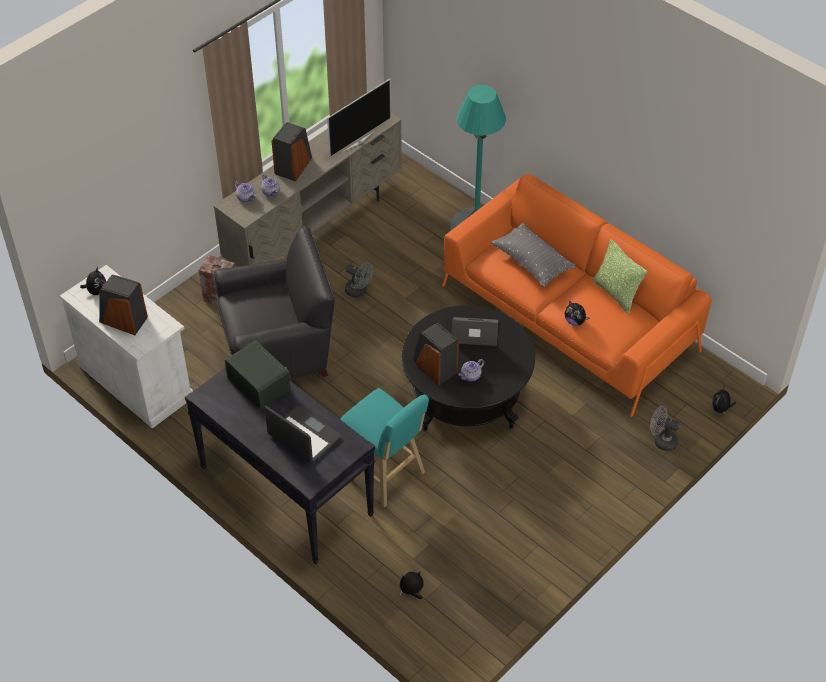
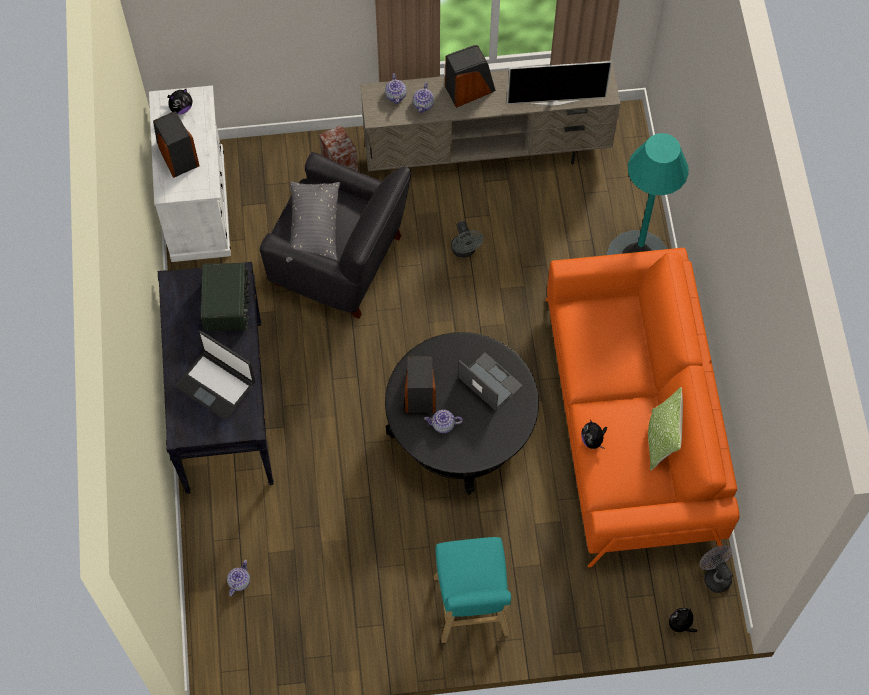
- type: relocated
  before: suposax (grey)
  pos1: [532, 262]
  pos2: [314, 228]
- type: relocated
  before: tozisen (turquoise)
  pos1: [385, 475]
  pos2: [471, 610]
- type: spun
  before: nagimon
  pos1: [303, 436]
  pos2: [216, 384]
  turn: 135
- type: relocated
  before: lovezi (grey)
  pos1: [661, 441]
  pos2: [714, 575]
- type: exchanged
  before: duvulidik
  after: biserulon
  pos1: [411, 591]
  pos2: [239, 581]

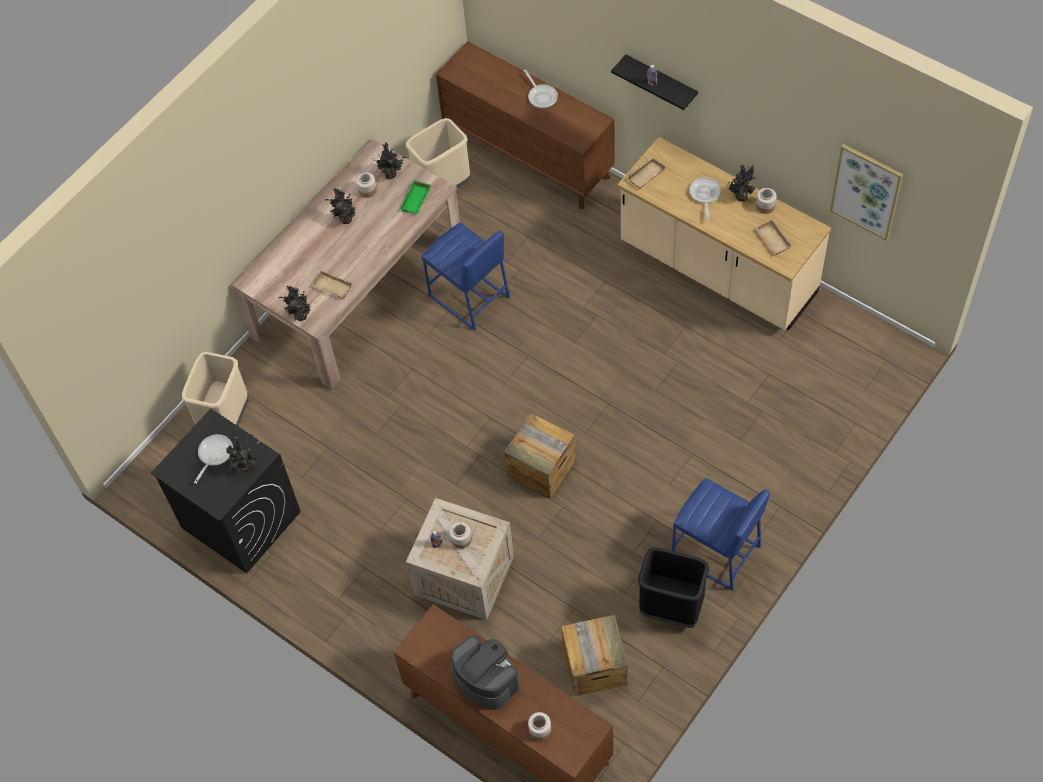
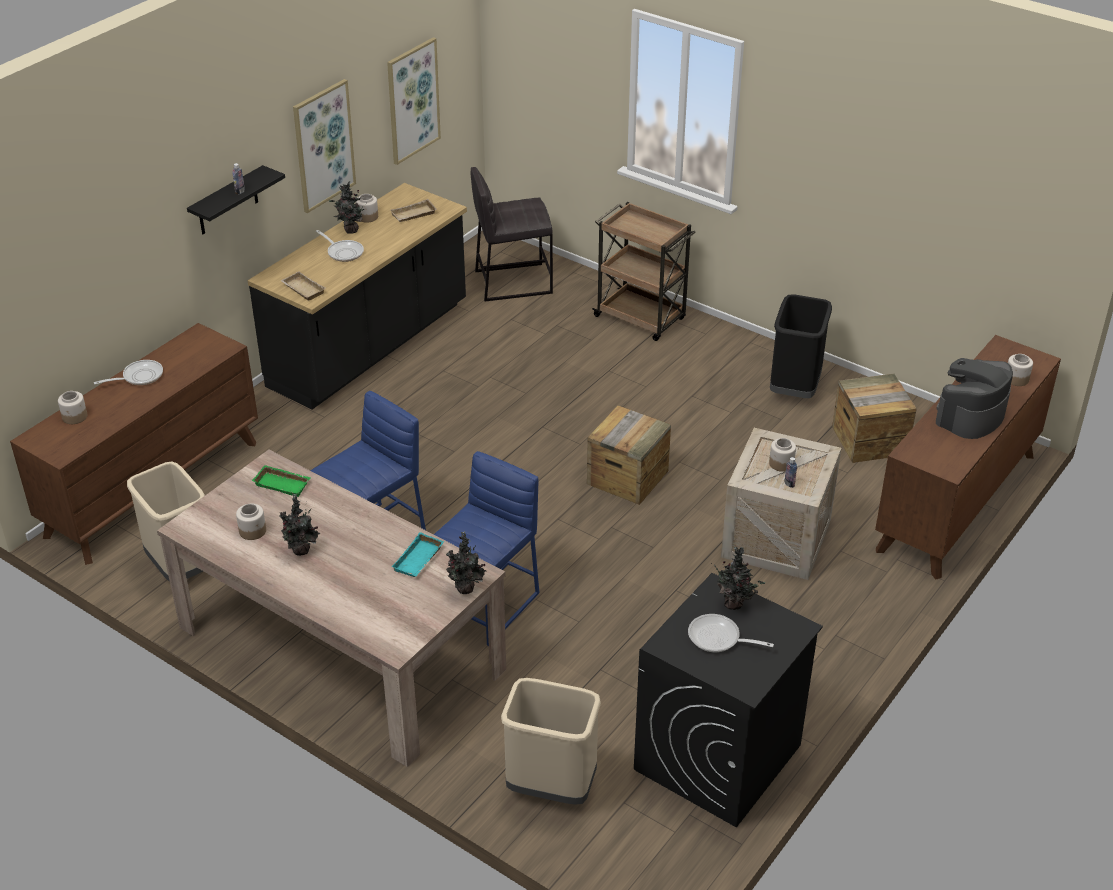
- type: colour
  before: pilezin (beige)
  after: pilezin (black)
  pos1: [717, 270]
  pos2: [370, 347]
- type: missing
  before: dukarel
  pos1: [391, 174]
- type: spun
  before: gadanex
  pos1: [704, 195]
  pos2: [343, 252]
  turn: -135
- type: colour
  before: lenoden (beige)
  after: lenoden (turquoise)
  pos1: [331, 287]
  pos2: [419, 560]
- type: relocated
  before: tozisen (blue)
  pos1: [716, 552]
  pos2: [486, 605]
- type: appeared
  after: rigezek
  pos2: [323, 145]
- type: appeared
  after: tozisen (grey)
  pos2: [512, 281]
- type: appeared
  after: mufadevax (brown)
  pos2: [641, 318]
- type: appeared
  after: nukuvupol
  pos2: [75, 417]

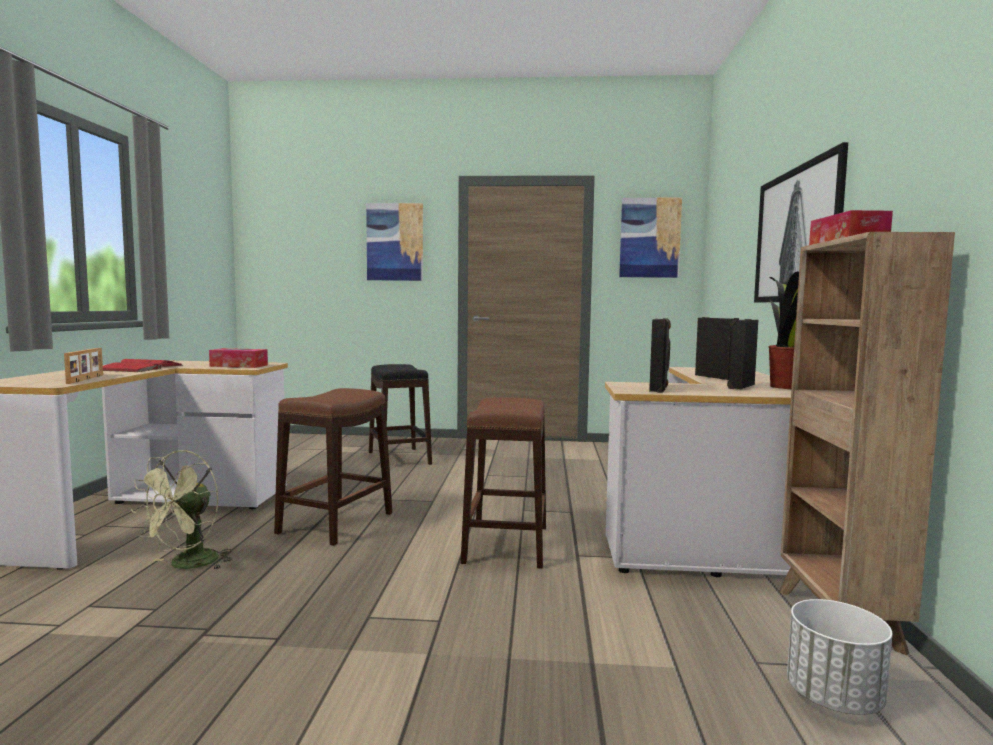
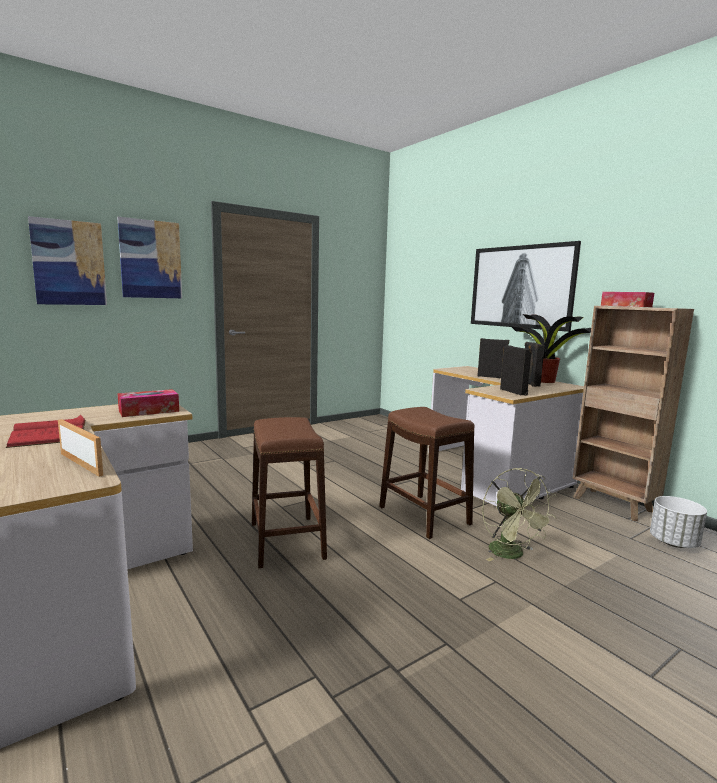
- type: relocated
  before: rigezek
  pos1: [650, 238]
  pos2: [69, 263]
- type: missing
  before: tozisen (black)
  pos1: [399, 458]
- type: relocated
  before: lovezi (green)
  pos1: [187, 565]
  pos2: [512, 555]

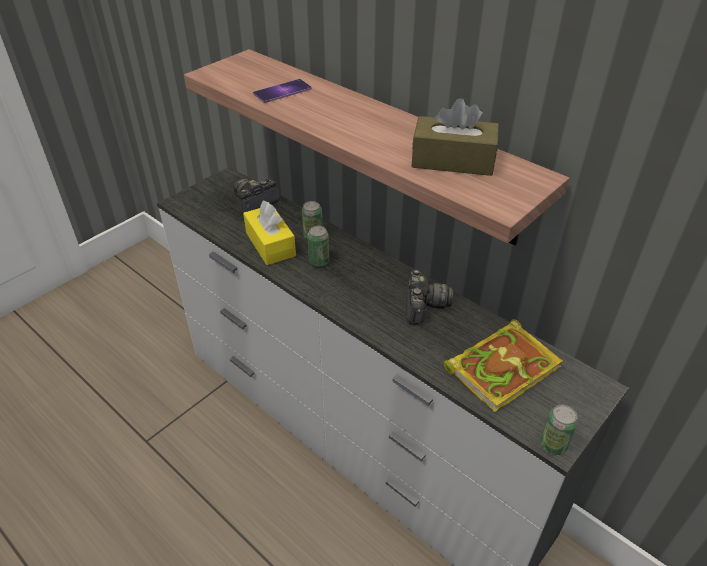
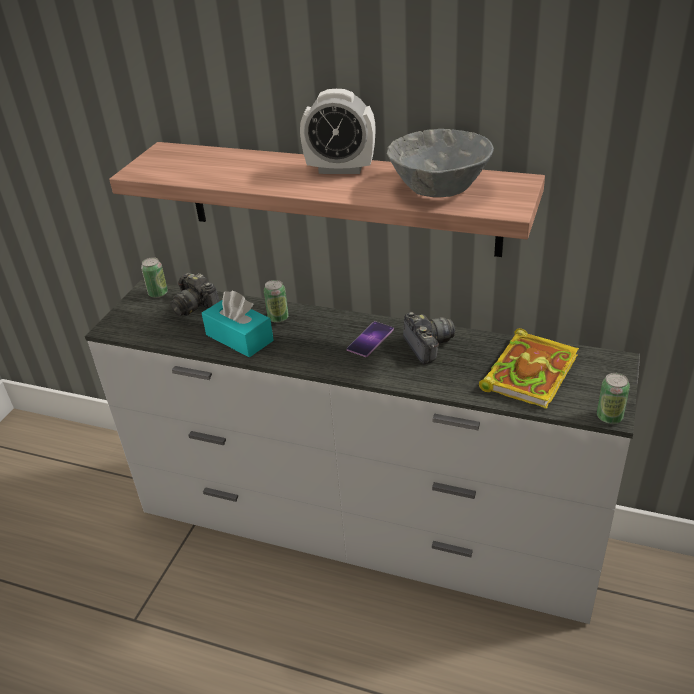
- type: relocated
  before: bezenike
  pos1: [282, 91]
  pos2: [370, 339]
- type: exchanged
  before: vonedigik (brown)
  after: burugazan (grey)
  pos1: [453, 161]
  pos2: [439, 186]
- type: spun
  before: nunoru
  pos1: [255, 203]
  pos2: [195, 305]
  turn: -75
- type: colour
  before: vonedigik (yellow)
  after: vonedigik (turquoise)
  pos1: [270, 244]
  pos2: [239, 338]
- type: relocated
  before: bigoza
  pos1: [319, 261]
  pos2: [158, 293]
- type: appeared
  after: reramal
  pos2: [340, 169]

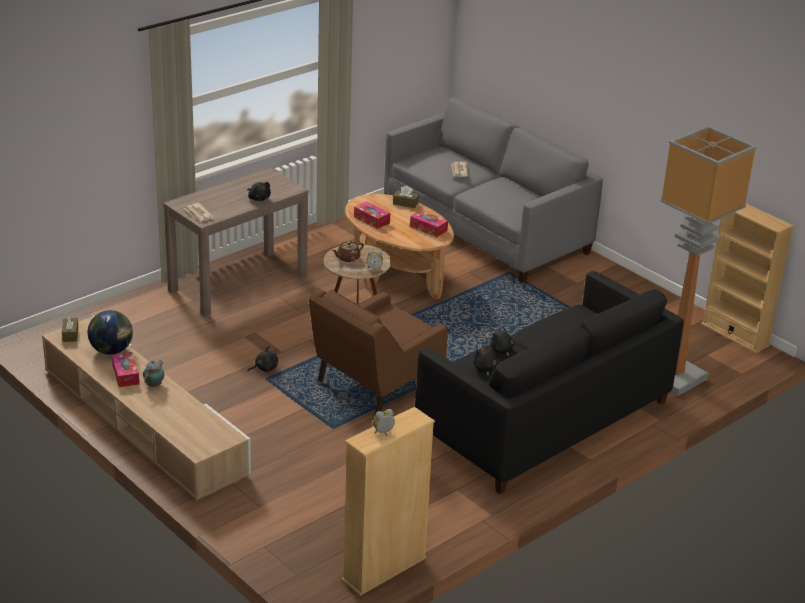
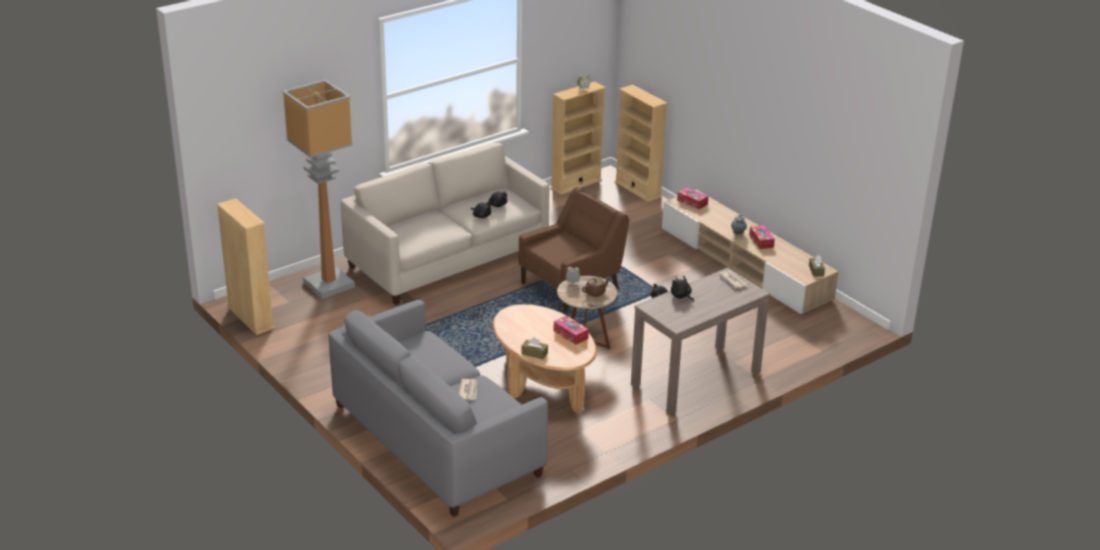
- type: relocated
  before: vonedigik
  pos1: [428, 228]
  pos2: [692, 202]
- type: colour
  before: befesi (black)
  after: befesi (beige)
  pos1: [544, 419]
  pos2: [448, 258]
- type: missing
  before: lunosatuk
  pos1: [111, 350]
- type: appeared
  after: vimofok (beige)
  pos2: [638, 189]

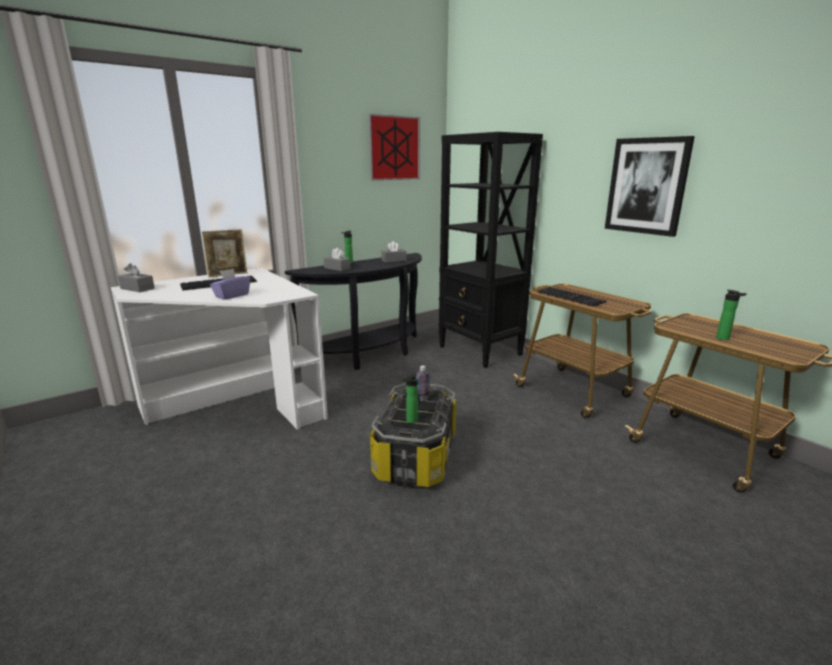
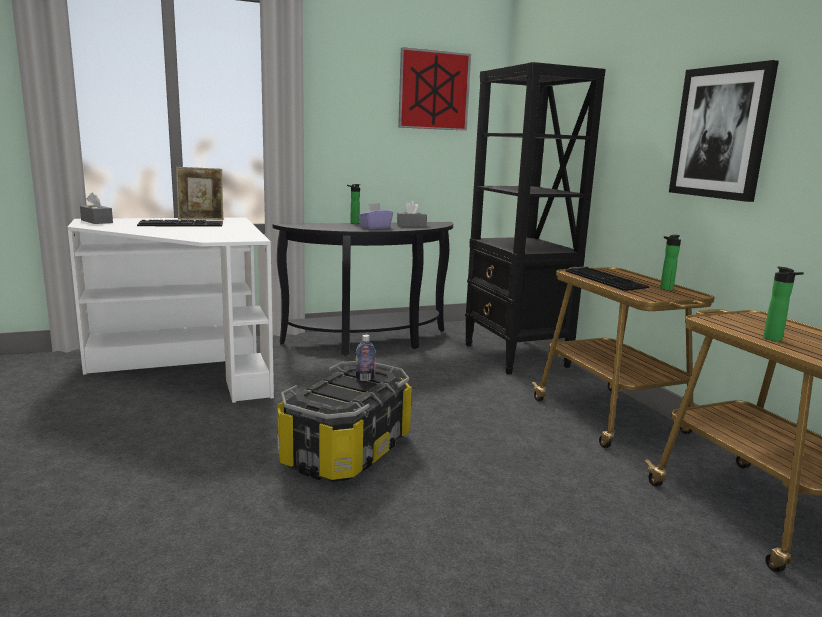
- type: missing
  before: vonedigik (grey)
  pos1: [337, 268]
- type: relocated
  before: vonedigik (purple)
  pos1: [232, 295]
  pos2: [375, 227]
- type: relocated
  before: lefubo
  pos1: [410, 421]
  pos2: [665, 289]

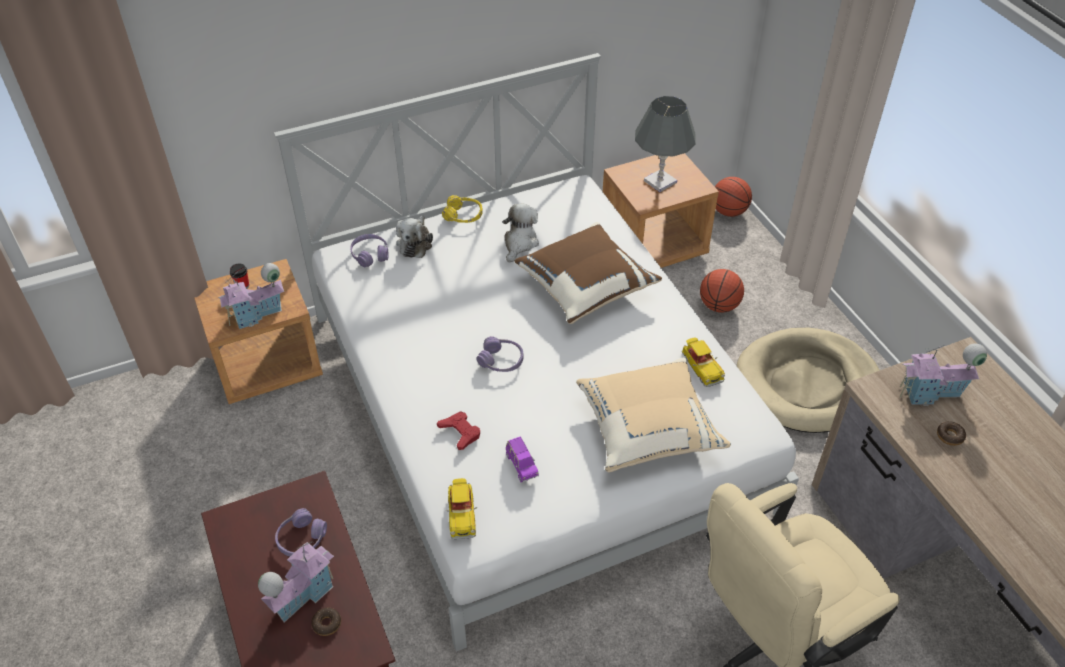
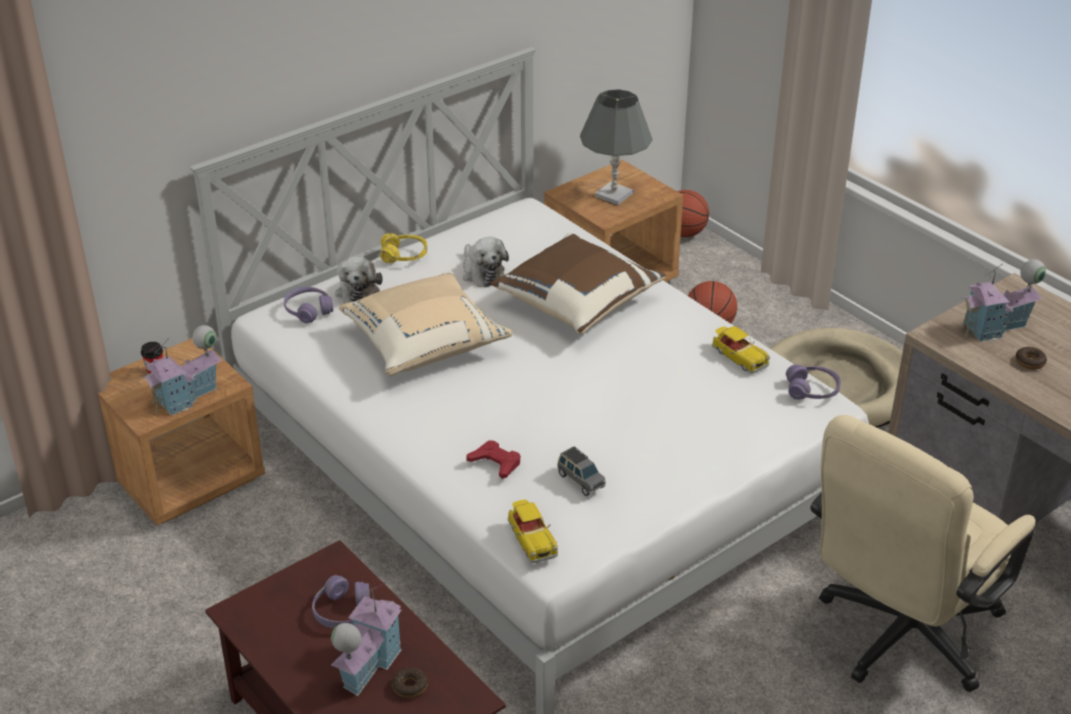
- type: spun
  before: duvulidik
  pos1: [519, 243]
  pos2: [482, 272]
  turn: 150
- type: relocated
  before: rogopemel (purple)
  pos1: [501, 361]
  pos2: [812, 390]
- type: relocated
  before: suposax (beige)
  pos1: [647, 428]
  pos2: [424, 343]
- type: colour
  before: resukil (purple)
  after: resukil (grey)
  pos1: [521, 465]
  pos2: [580, 480]

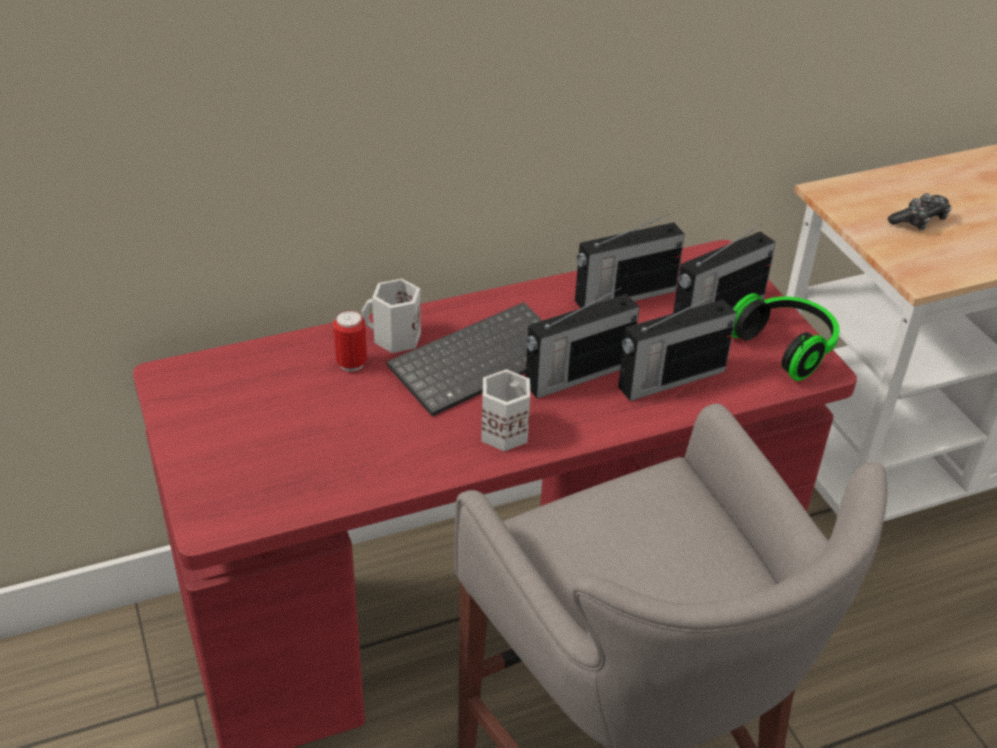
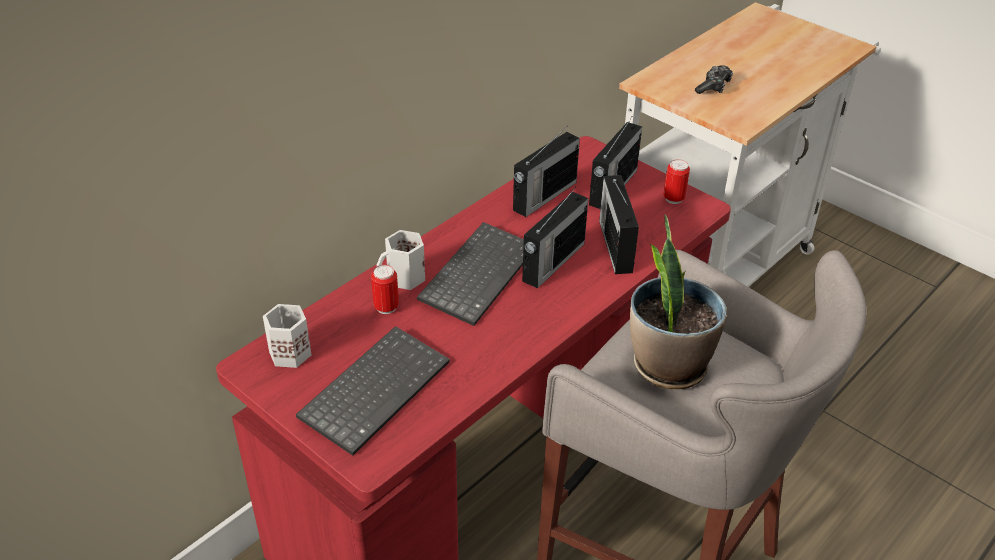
- type: spun
  before: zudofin
  pos1: [669, 379]
  pos2: [615, 245]
  turn: 135
- type: exchanged
  before: rogopemel
  after: bigoza
  pos1: [786, 347]
  pos2: [673, 199]
- type: relocated
  before: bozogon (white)
  pos1: [504, 430]
  pos2: [289, 352]
- type: appeared
  after: dukarel
  pos2: [668, 365]
- type: appeared
  after: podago
  pos2: [374, 388]

